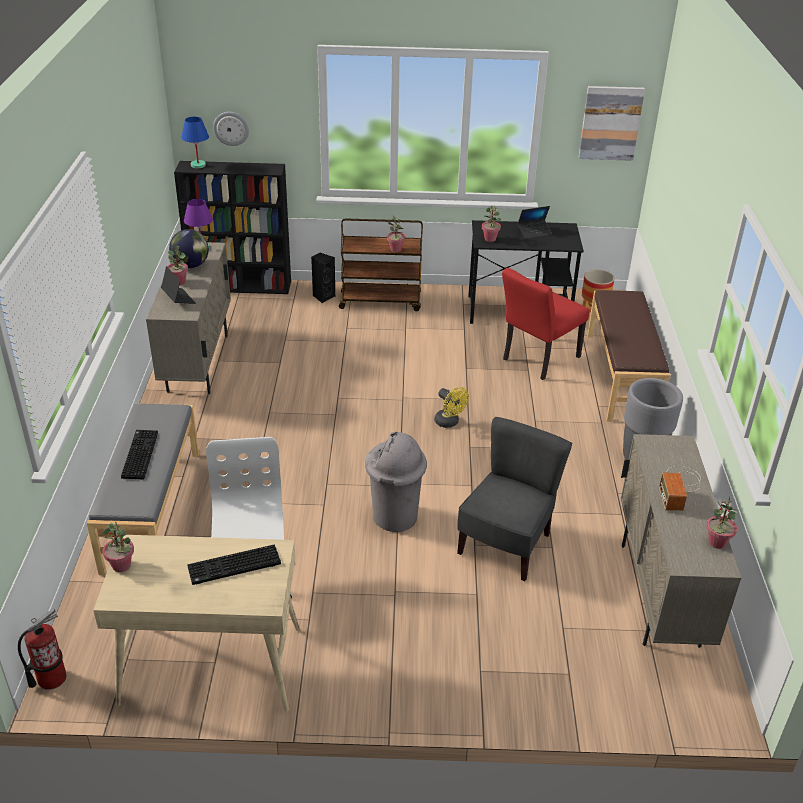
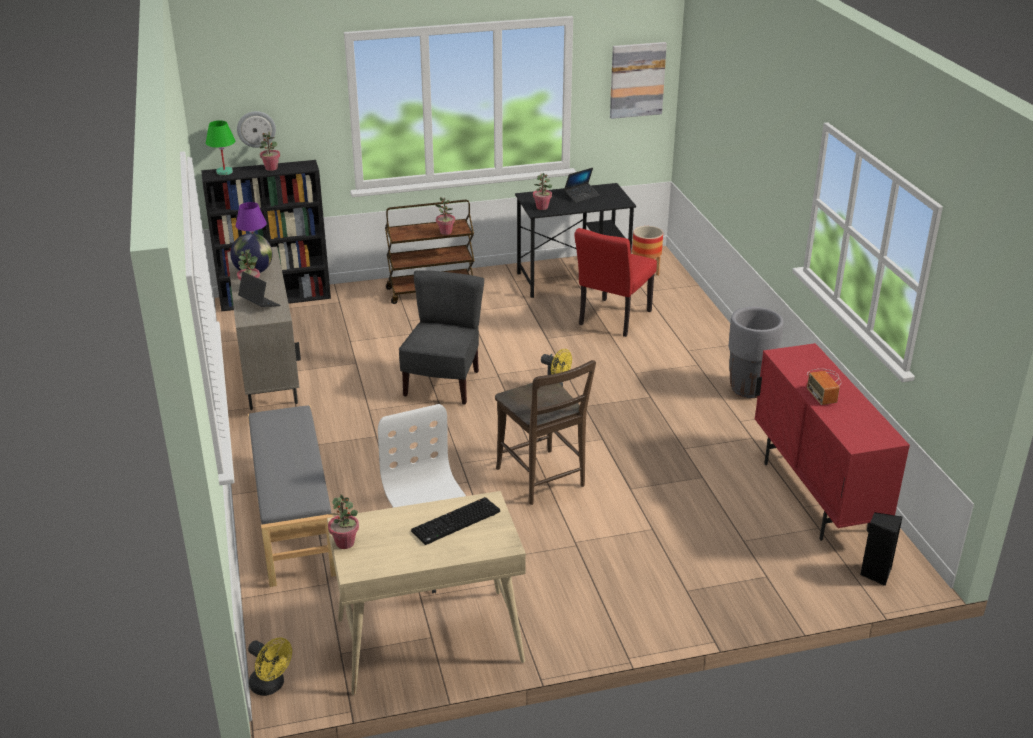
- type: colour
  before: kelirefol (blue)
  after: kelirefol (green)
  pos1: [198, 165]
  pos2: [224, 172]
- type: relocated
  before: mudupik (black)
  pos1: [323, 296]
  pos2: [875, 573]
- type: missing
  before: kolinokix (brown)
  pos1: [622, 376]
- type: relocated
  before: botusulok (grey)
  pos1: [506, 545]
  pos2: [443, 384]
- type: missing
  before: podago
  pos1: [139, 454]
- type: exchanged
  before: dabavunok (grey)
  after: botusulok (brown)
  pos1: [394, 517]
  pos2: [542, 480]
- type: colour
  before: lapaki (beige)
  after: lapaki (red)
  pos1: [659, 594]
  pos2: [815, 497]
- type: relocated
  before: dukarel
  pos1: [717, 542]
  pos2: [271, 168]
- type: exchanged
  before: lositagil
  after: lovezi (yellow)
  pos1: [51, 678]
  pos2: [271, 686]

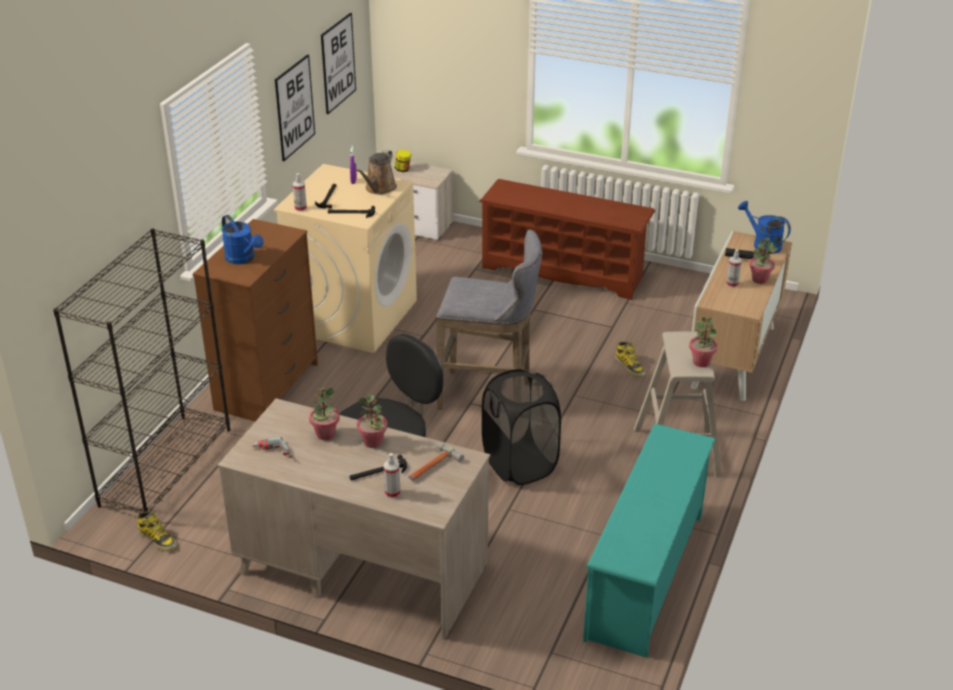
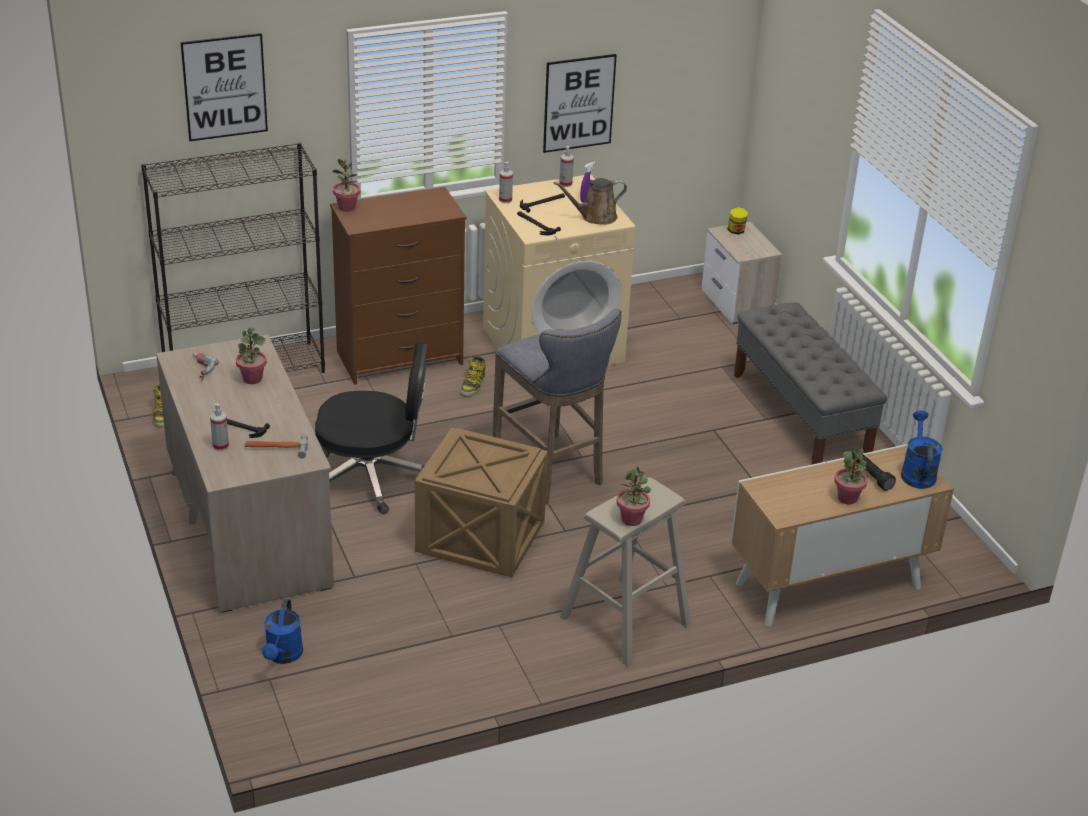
- type: relocated
  before: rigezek
  pos1: [338, 63]
  pos2: [224, 87]
- type: exchanged
  before: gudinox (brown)
  after: kolinokix (grey)
  pos1: [564, 271]
  pos2: [801, 416]
- type: relocated
  before: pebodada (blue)
  pos1: [243, 259]
  pos2: [283, 656]
- type: relocated
  before: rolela
  pos1: [732, 284]
  pos2: [565, 184]
- type: relocated
  before: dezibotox
  pos1: [630, 366]
  pos2: [473, 385]
- type: exchanged
  before: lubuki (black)
  after: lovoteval
  pos1: [520, 464]
  pos2: [482, 538]
- type: relocated
  before: dukarel
  pos1: [373, 442]
  pos2: [347, 208]
- type: missing
  before: gudinox (turquoise)
  pos1: [647, 576]

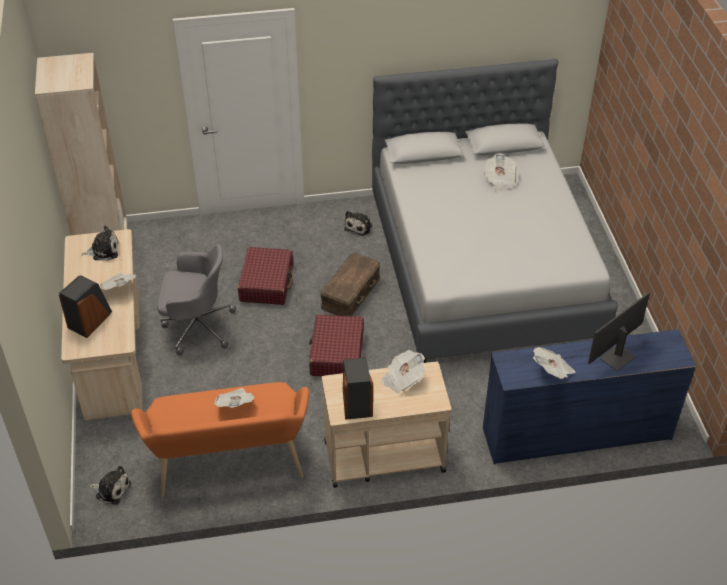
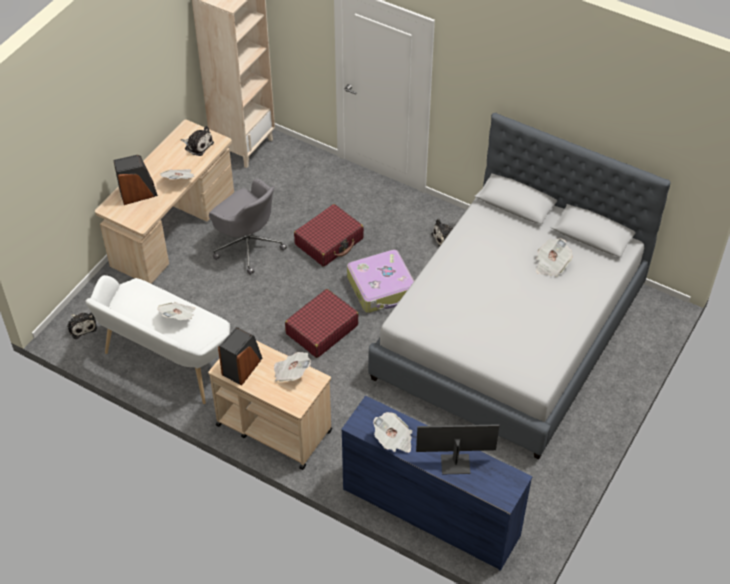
- type: exchanged
  before: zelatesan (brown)
  after: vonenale
  pos1: [350, 292]
  pos2: [382, 288]
- type: colour
  before: kolinokix (orange)
  after: kolinokix (white)
  pos1: [229, 466]
  pos2: [167, 362]

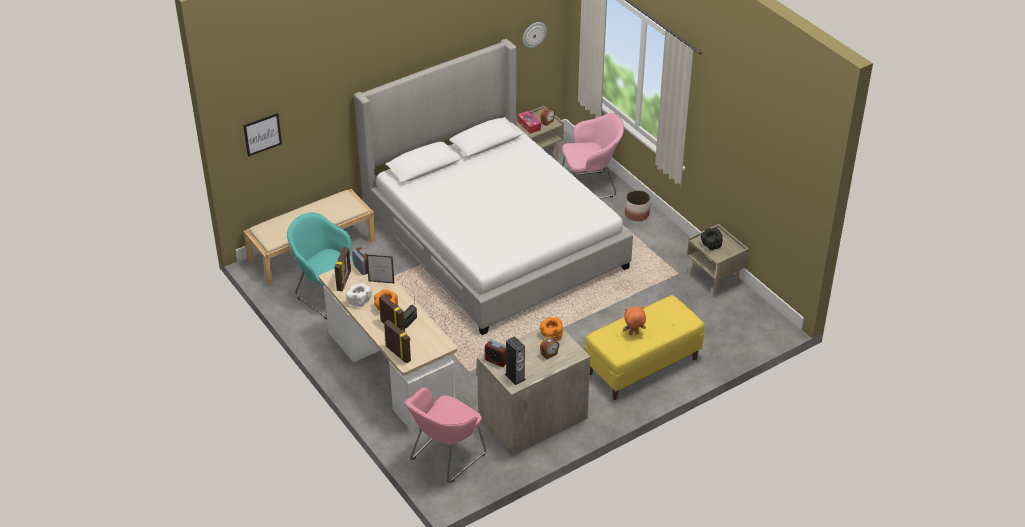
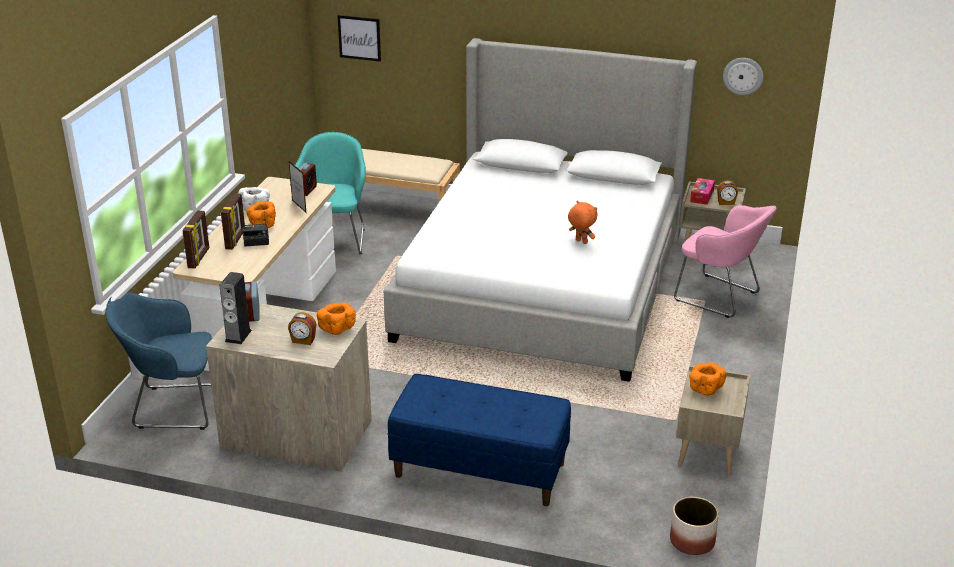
- type: relocated
  before: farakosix
  pos1: [637, 214]
  pos2: [692, 541]
- type: colour
  before: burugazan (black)
  after: burugazan (orange)
  pos1: [710, 245]
  pos2: [705, 388]
- type: missing
  before: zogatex
  pos1: [344, 281]
- type: colour
  before: kolinokix (yellow)
  after: kolinokix (blue)
  pos1: [642, 366]
  pos2: [479, 470]
- type: relocated
  before: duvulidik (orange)
  pos1: [633, 334]
  pos2: [581, 242]
- type: colour
  before: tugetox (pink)
  after: tugetox (blue)
  pos1: [444, 458]
  pos2: [172, 407]

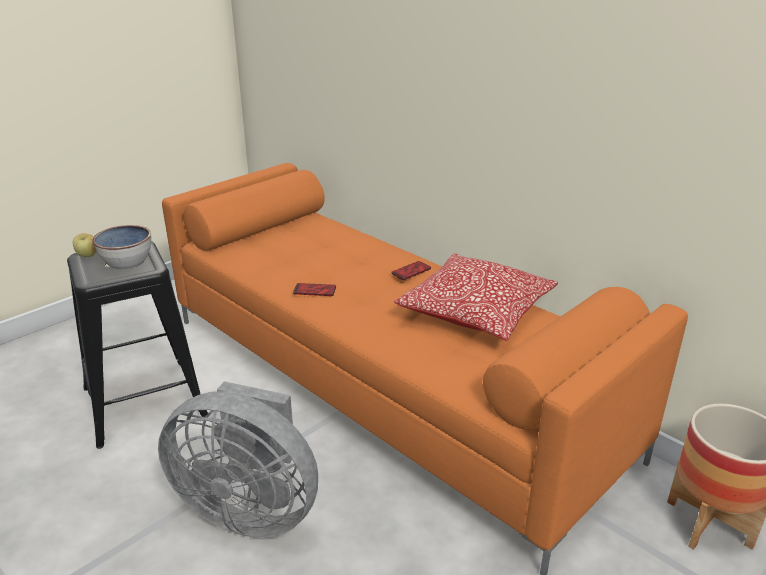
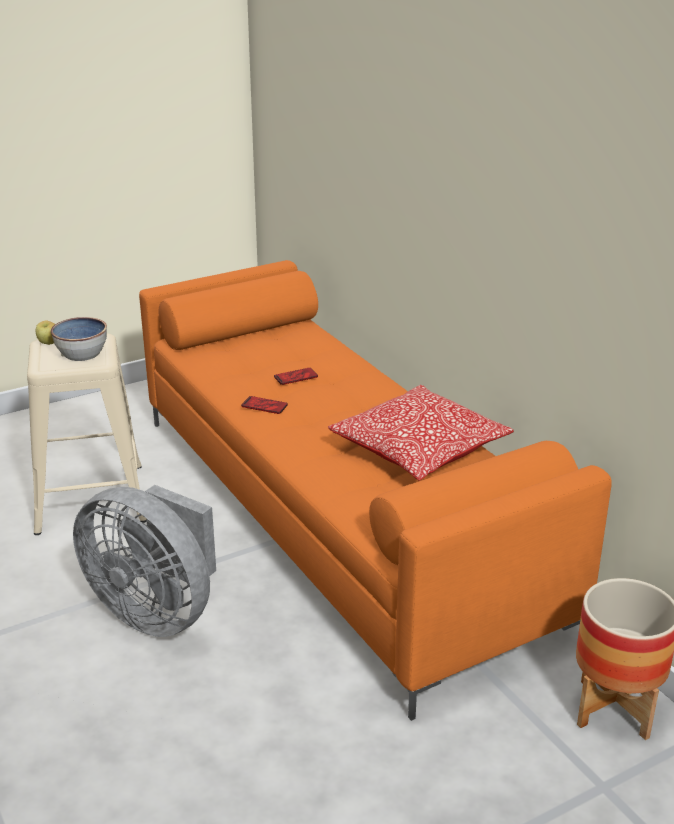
- type: colour
  before: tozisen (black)
  after: tozisen (beige)
  pos1: [144, 401]
  pos2: [90, 498]
- type: relocated
  before: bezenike
  pos1: [411, 271]
  pos2: [296, 377]

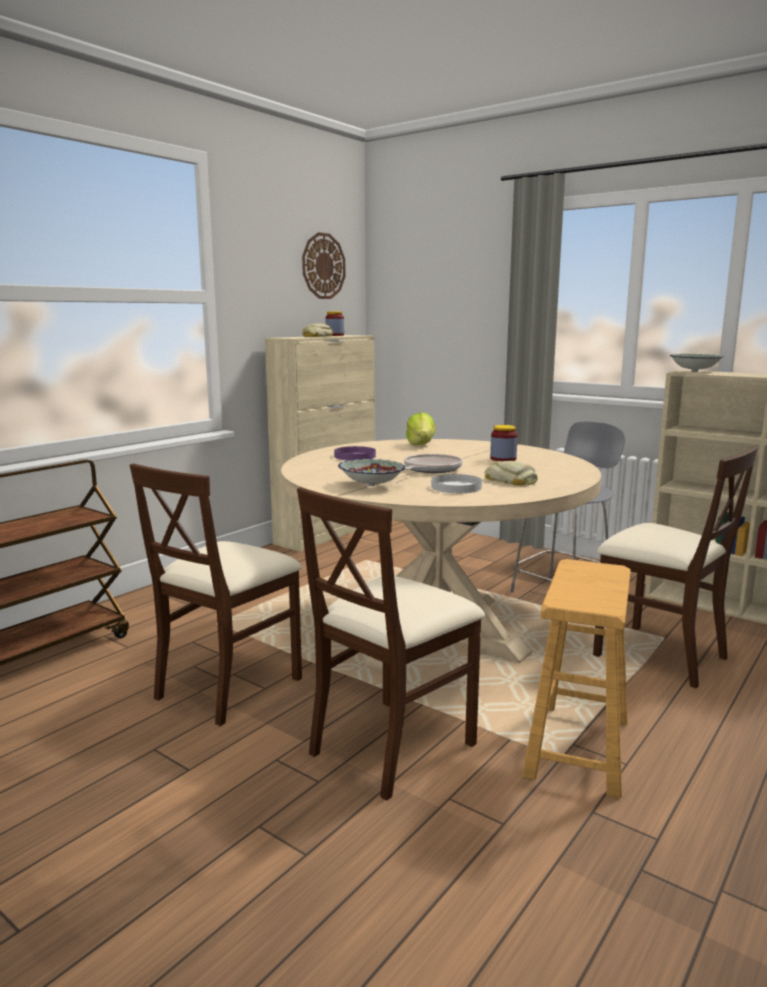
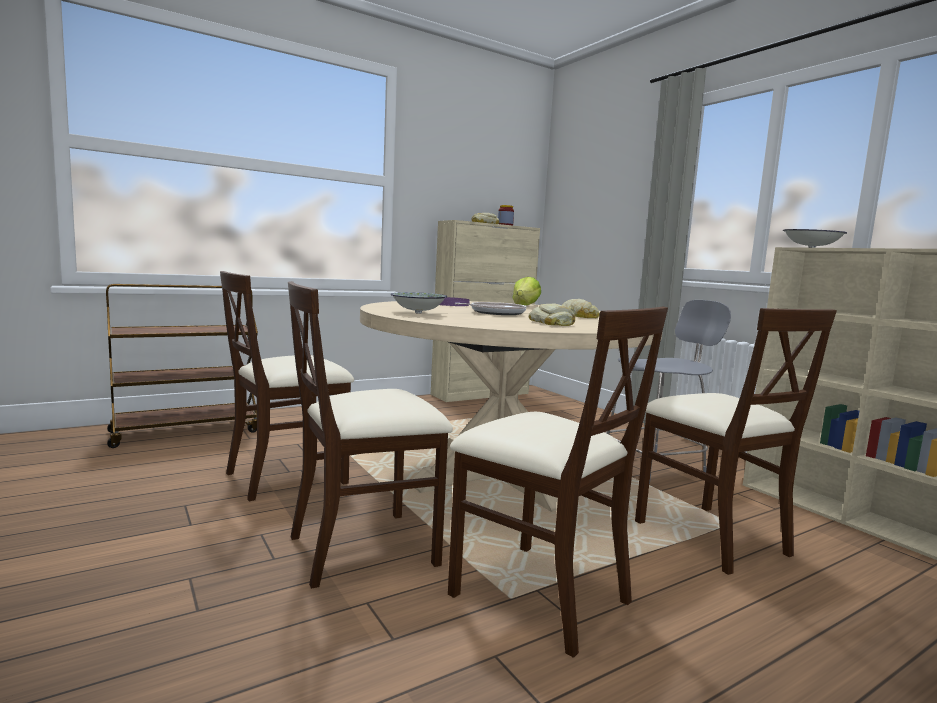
- type: missing
  before: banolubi
  pos1: [323, 266]
- type: exchanged
  before: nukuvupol
  after: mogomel
  pos1: [503, 459]
  pos2: [579, 316]
- type: missing
  before: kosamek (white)
  pos1: [456, 487]
- type: exchanged
  before: tozisen (brown)
  after: botusulok (beige)
  pos1: [578, 747]
  pos2: [539, 594]

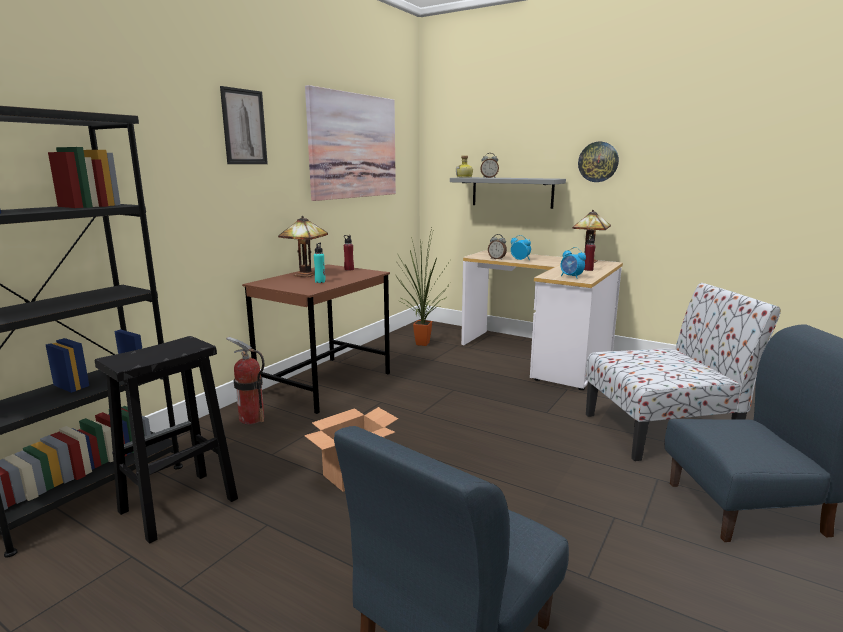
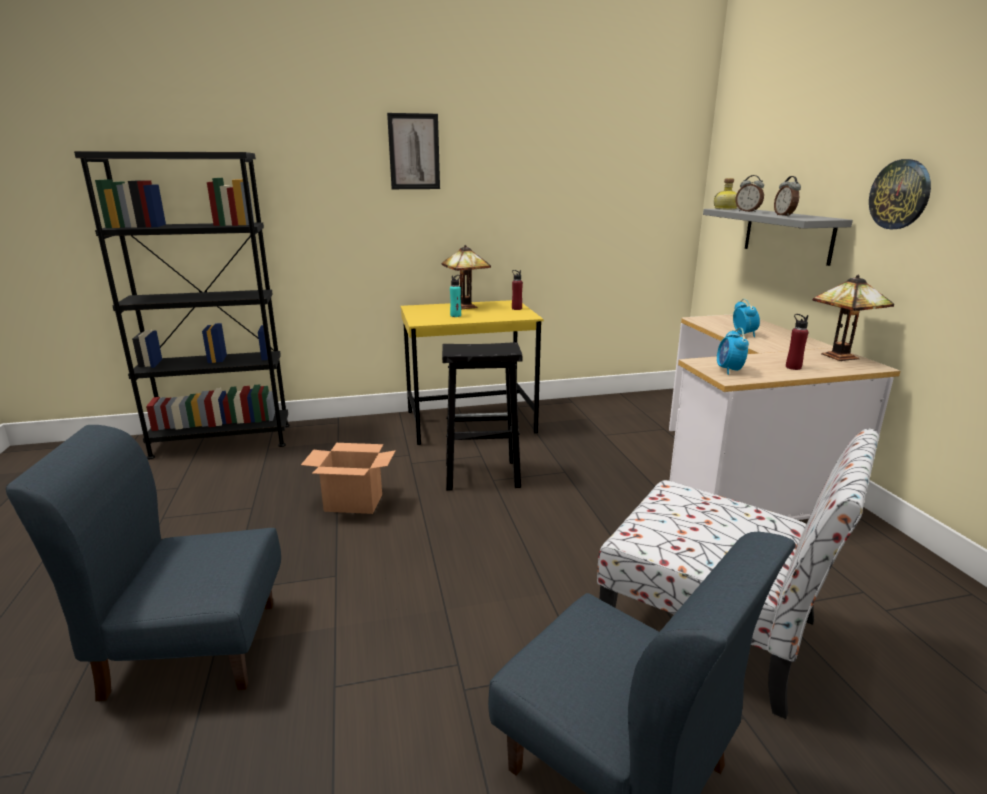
- type: missing
  before: rigezek
  pos1: [353, 146]
- type: missing
  before: dukarel
  pos1: [421, 345]
- type: relocated
  before: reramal
  pos1: [497, 259]
  pos2: [784, 215]
- type: colour
  before: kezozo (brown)
  after: kezozo (yellow)
  pos1: [325, 383]
  pos2: [470, 422]
- type: relocated
  before: tozisen (black)
  pos1: [177, 506]
  pos2: [480, 475]
- type: missing
  before: lositagil
  pos1: [251, 418]

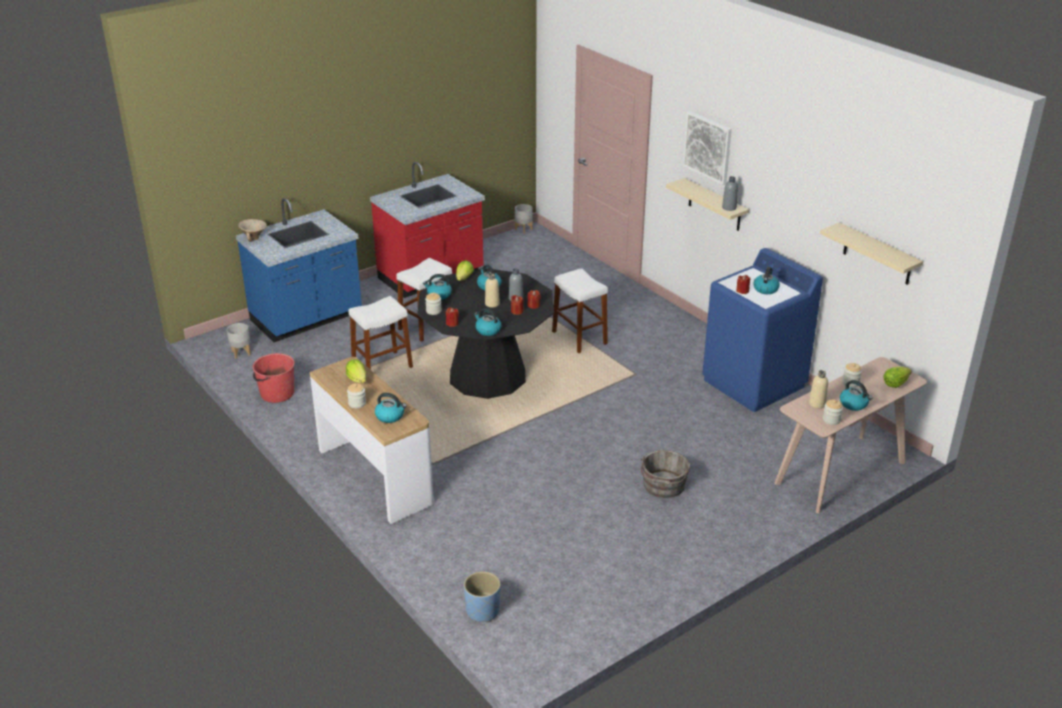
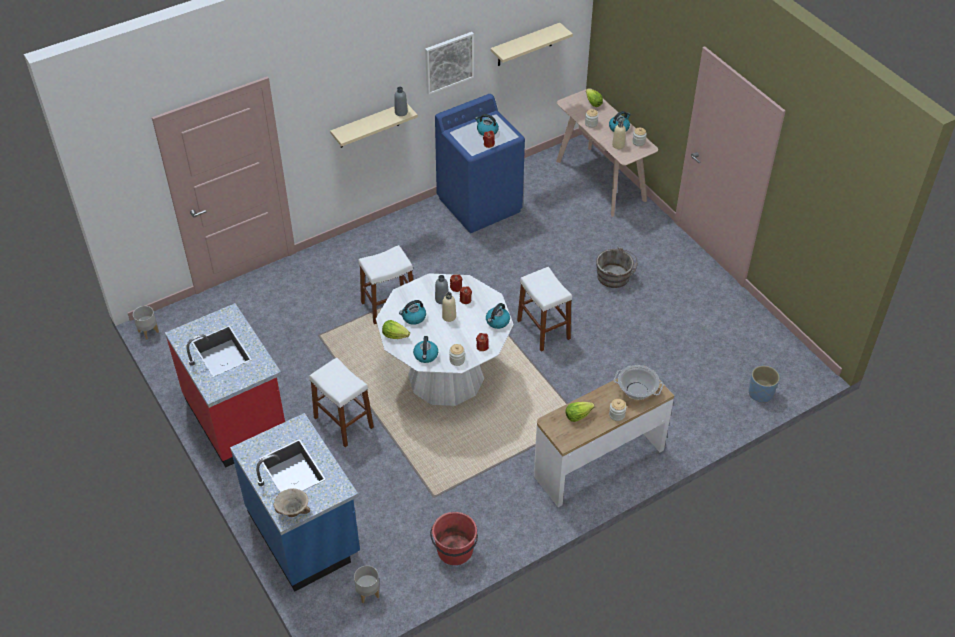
- type: relocated
  before: rigezek
  pos1: [708, 147]
  pos2: [449, 62]
- type: colour
  before: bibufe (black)
  after: bibufe (white)
  pos1: [487, 376]
  pos2: [446, 377]
- type: relocated
  before: tozisen (white)
  pos1: [382, 367]
  pos2: [543, 329]
- type: exchanged
  before: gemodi
  after: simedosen
  pos1: [390, 416]
  pos2: [636, 391]

